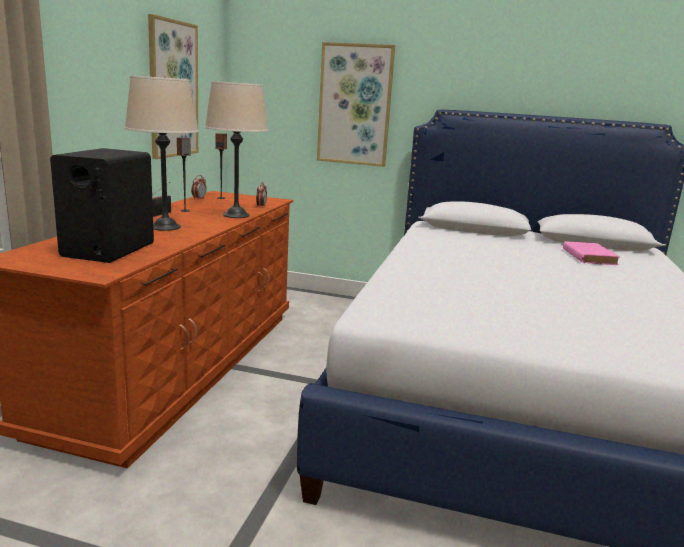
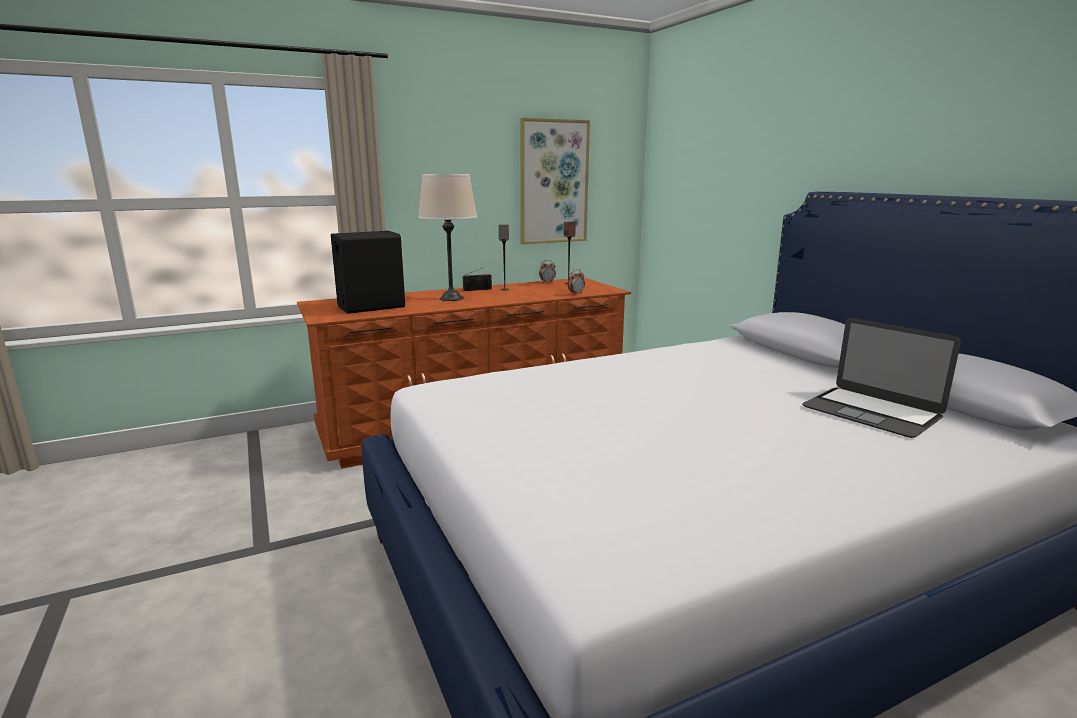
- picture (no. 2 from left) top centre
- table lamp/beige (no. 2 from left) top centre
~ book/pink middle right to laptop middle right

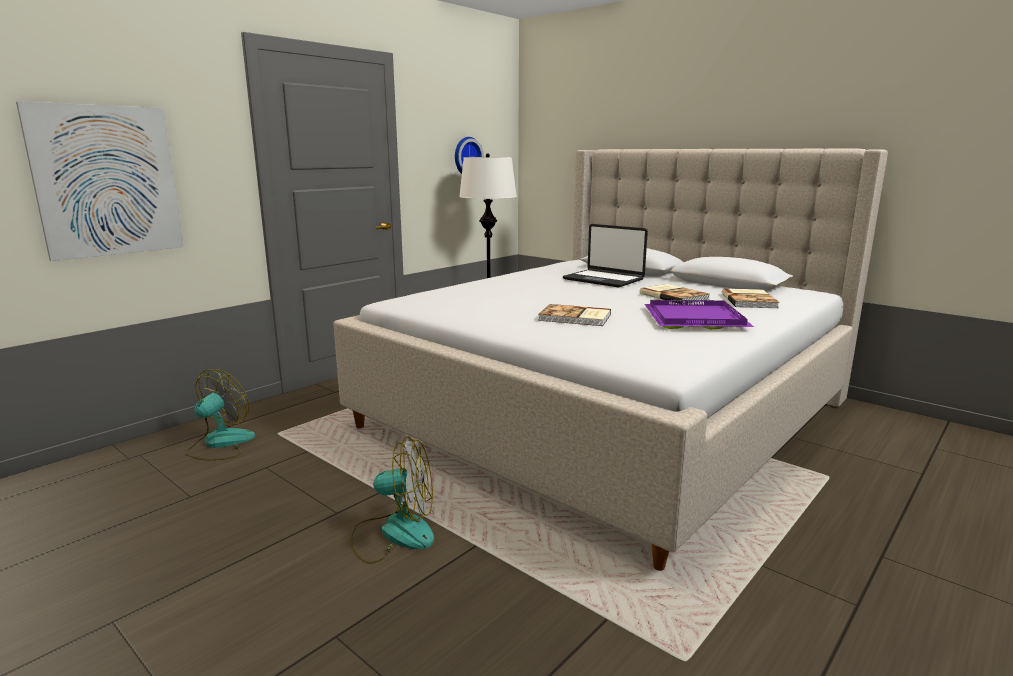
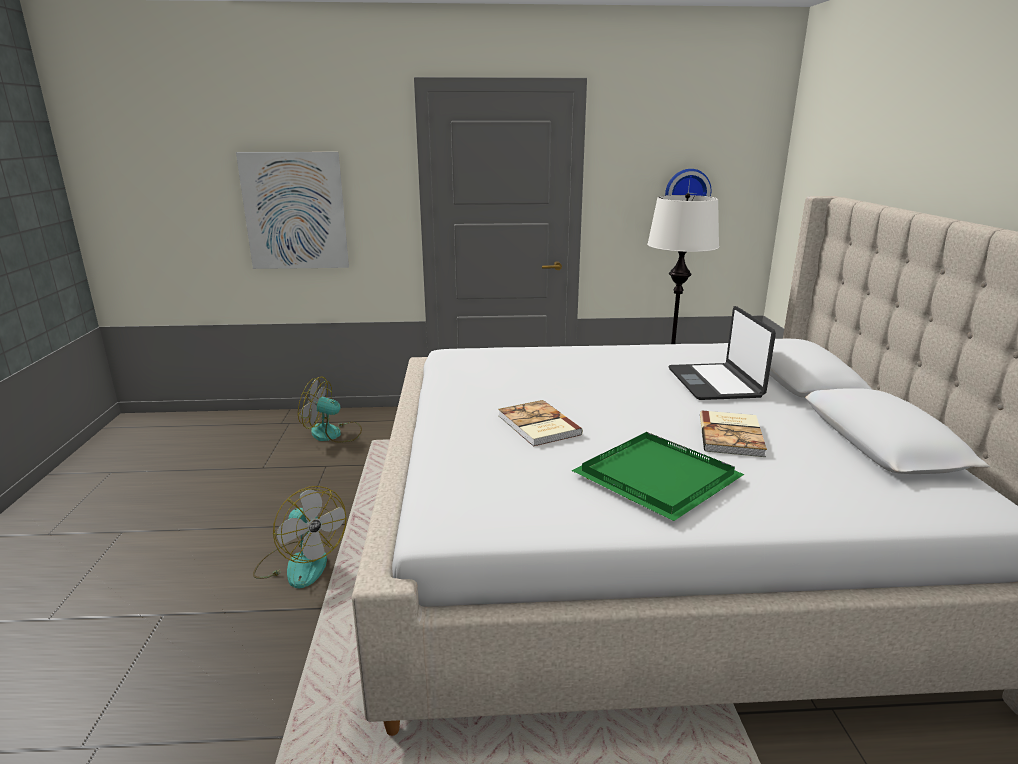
- book (no. 3 from left) middle right
~ tray/purple middle right to tray/green centre
~ fan (no. 1 from left in the first image) middle left = middle left 150 degrees counterclockwise

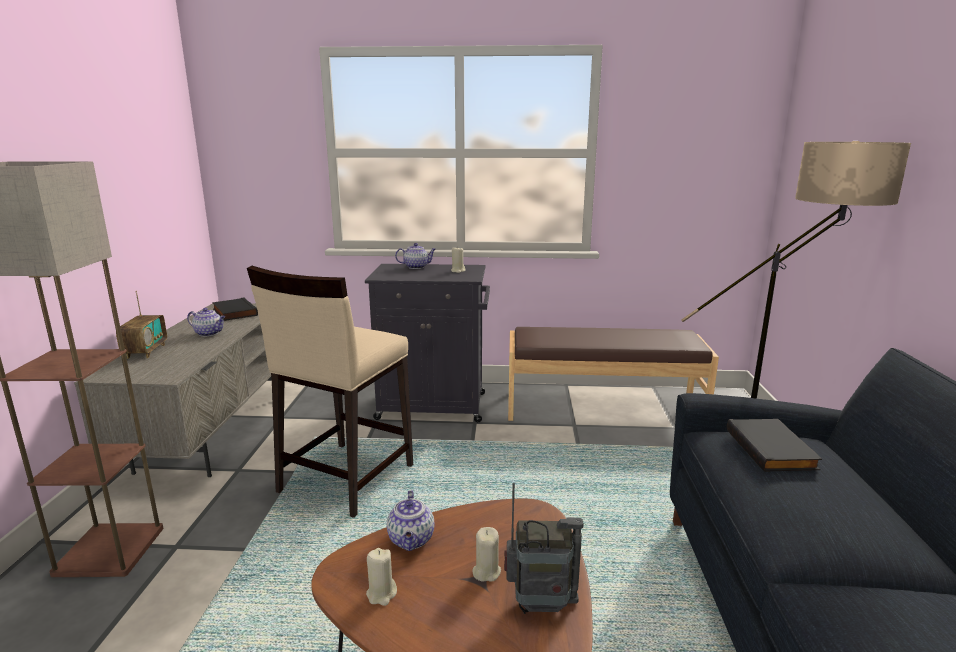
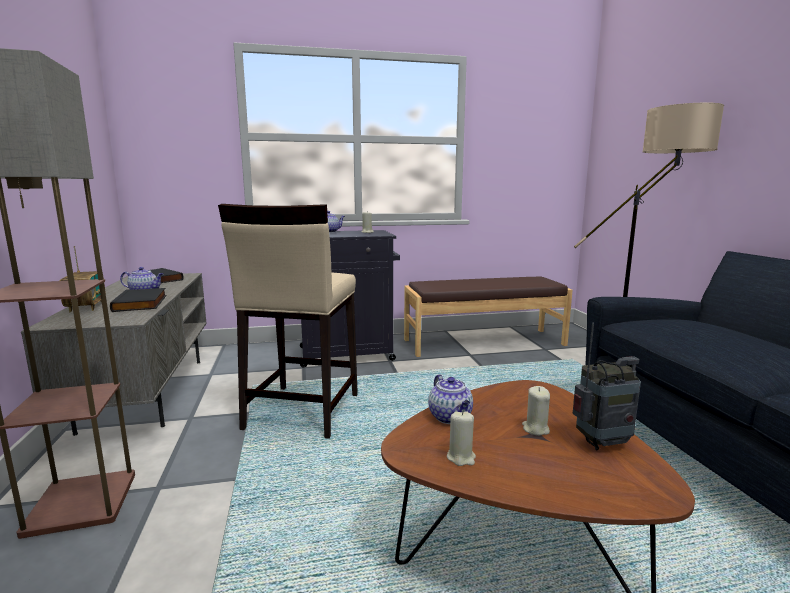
~ book/black (no. 2 from left in the first image) bottom right to book/black (no. 1 from left) middle left

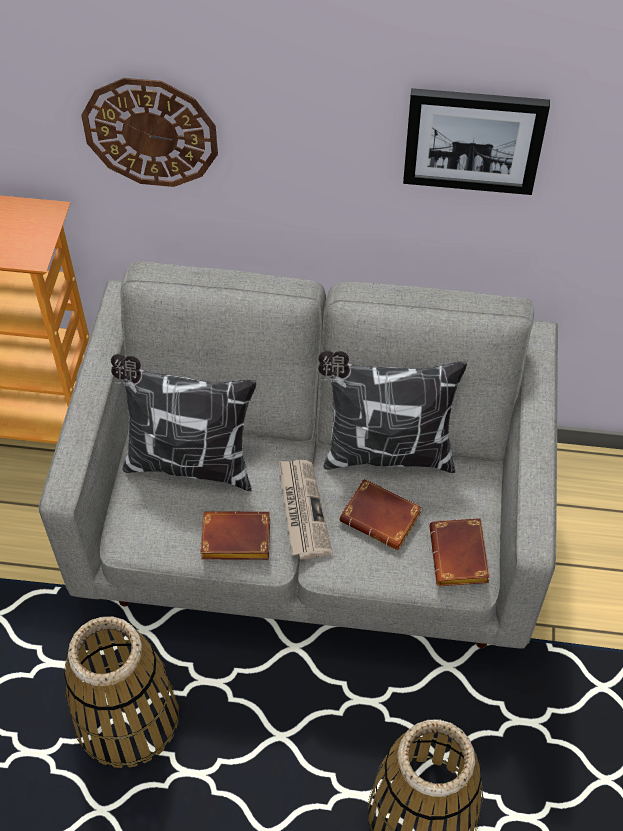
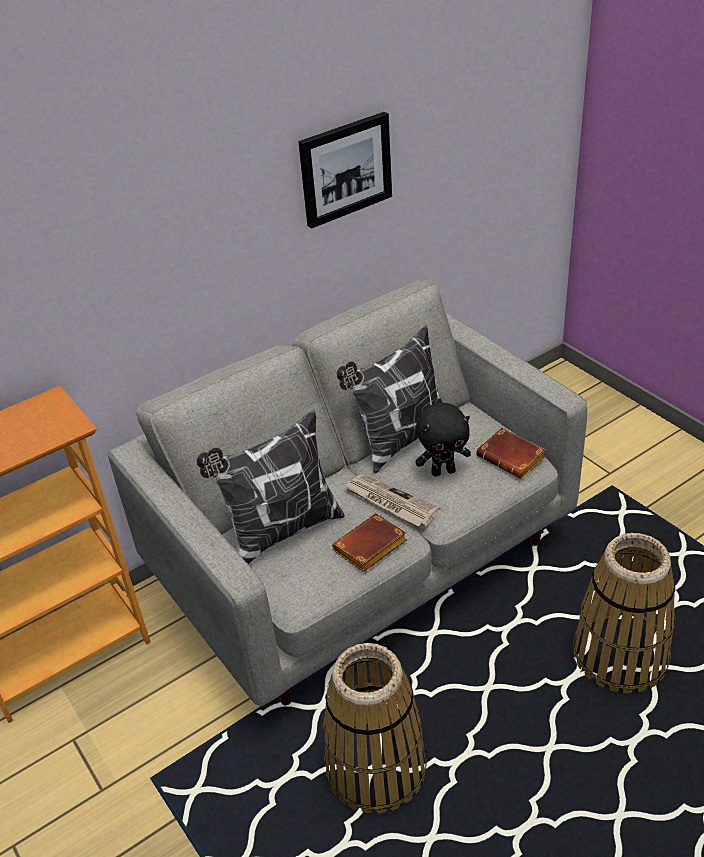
- wall clock top left
~ book/brown (no. 2 from left) centre to plush toy/black centre

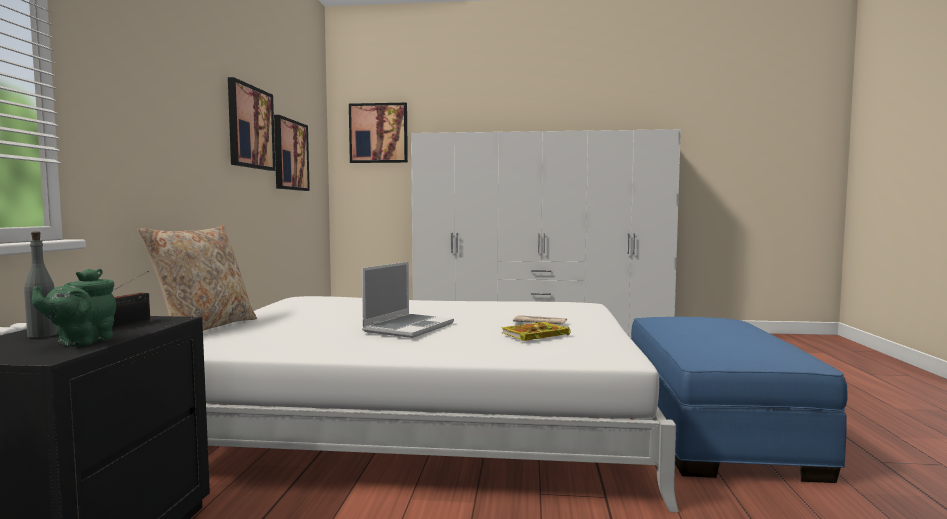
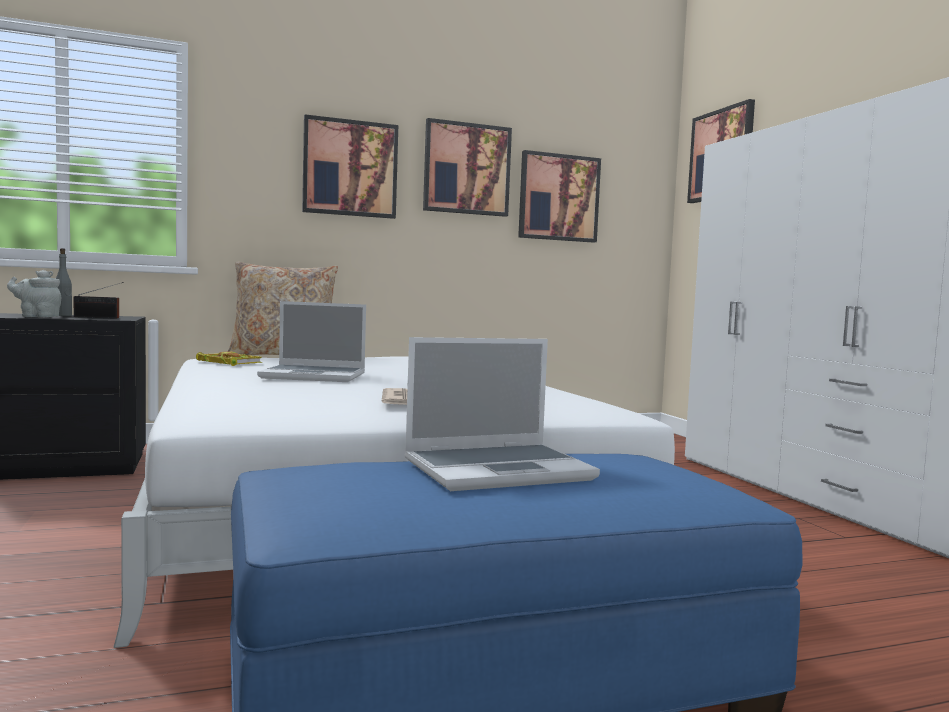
~ teapot/green middle left to teapot/grey middle left
~ book centre to middle left
+ picture (no. 1 from left) top centre
+ laptop (no. 2 from left) centre

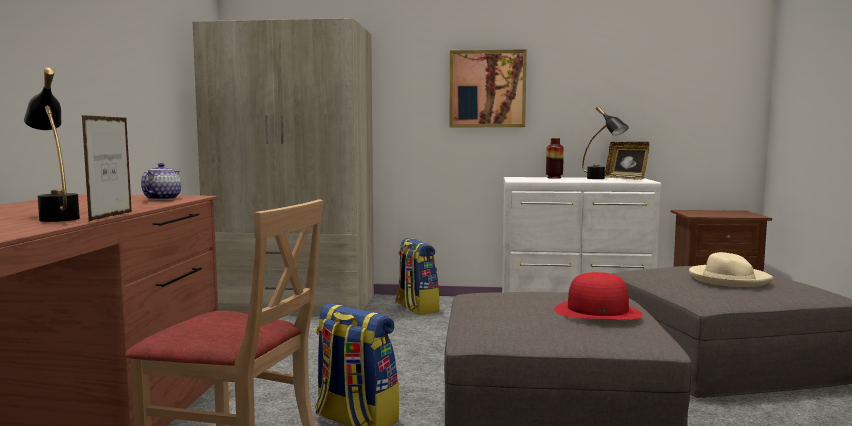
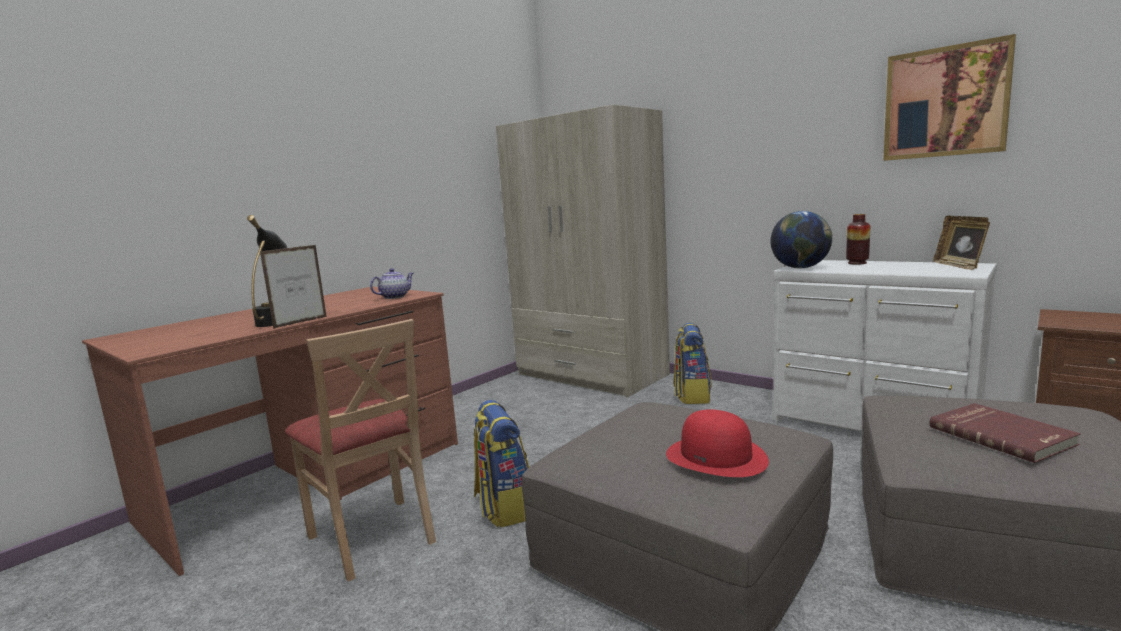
~ picture top centre to top right
- table lamp/black (no. 2 from left) middle right
~ hat/beige middle right to book/red bottom right
+ globe middle right

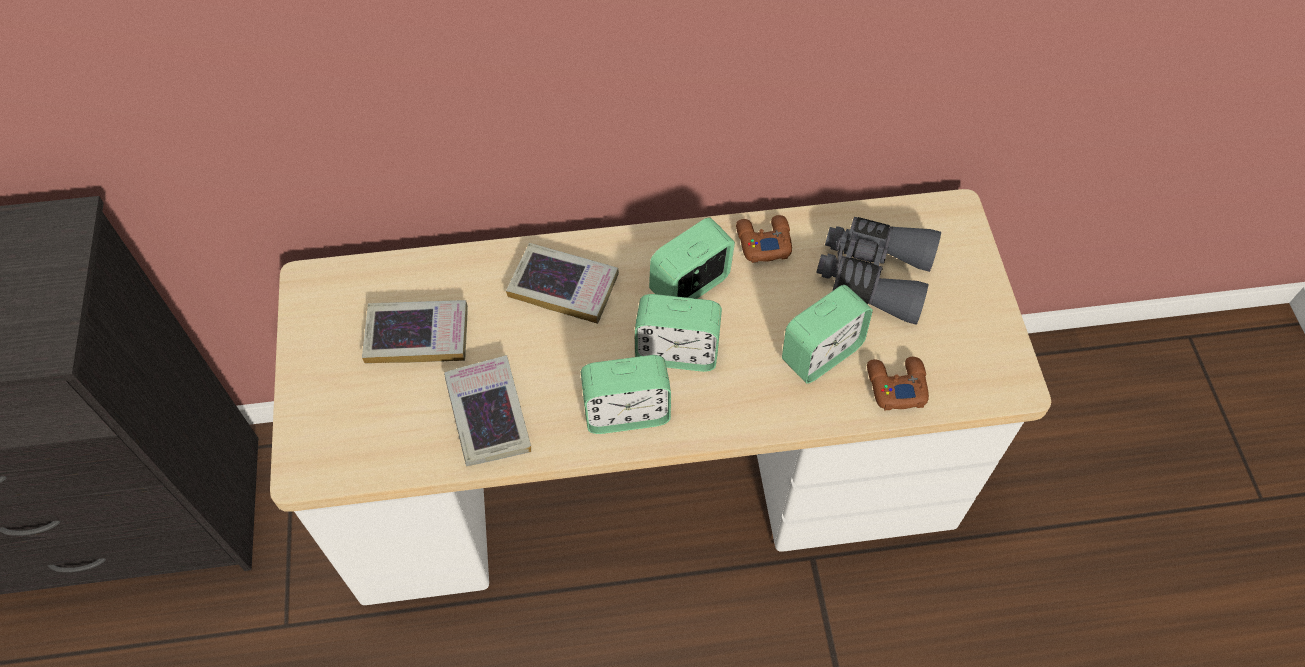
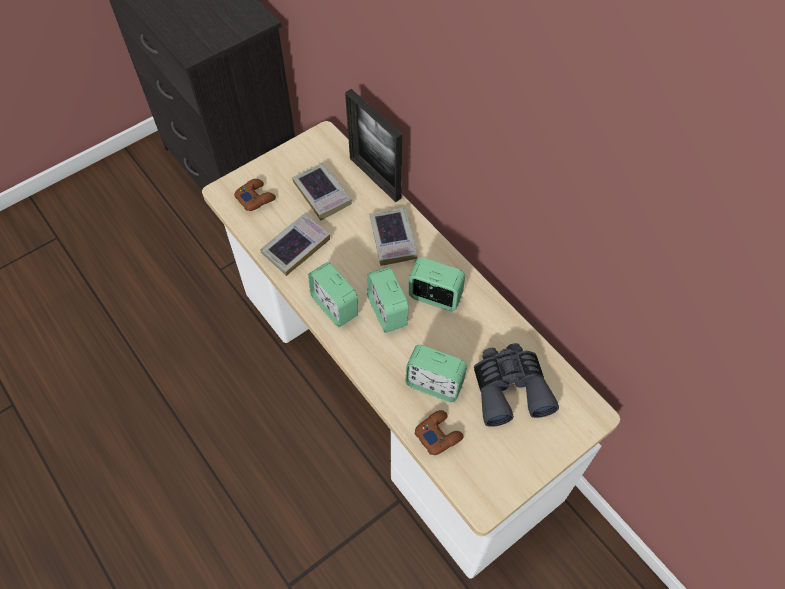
~ game controller/brown (no. 1 from left) centre to top left
+ picture frame top centre

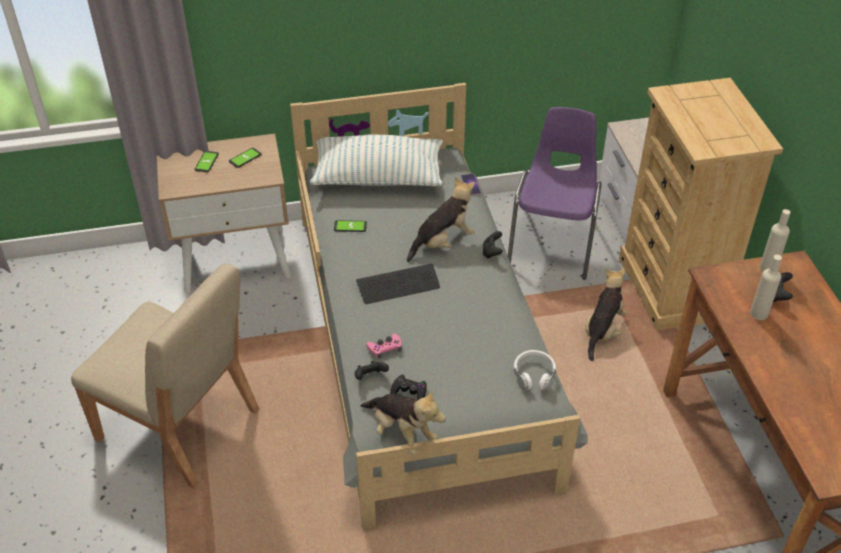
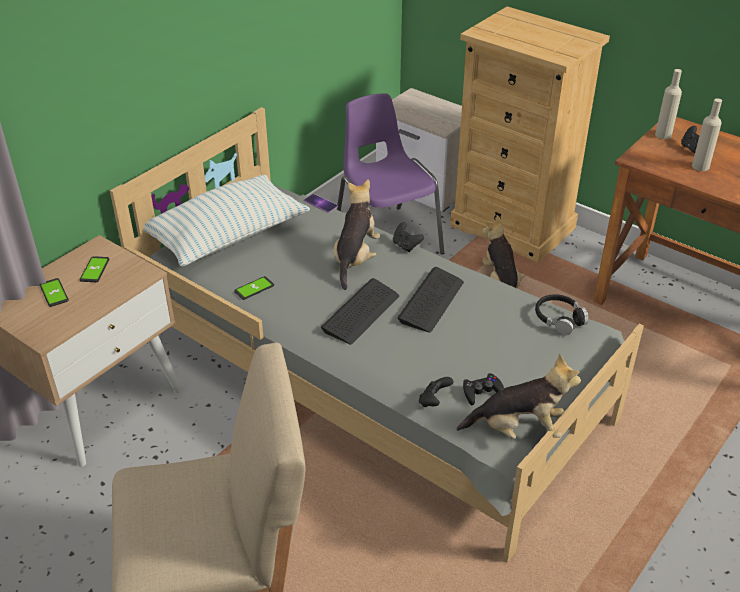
- game controller/pink centre
~ headphones/white bottom centre to headphones/black middle right
+ keyboard (no. 2 from left) centre

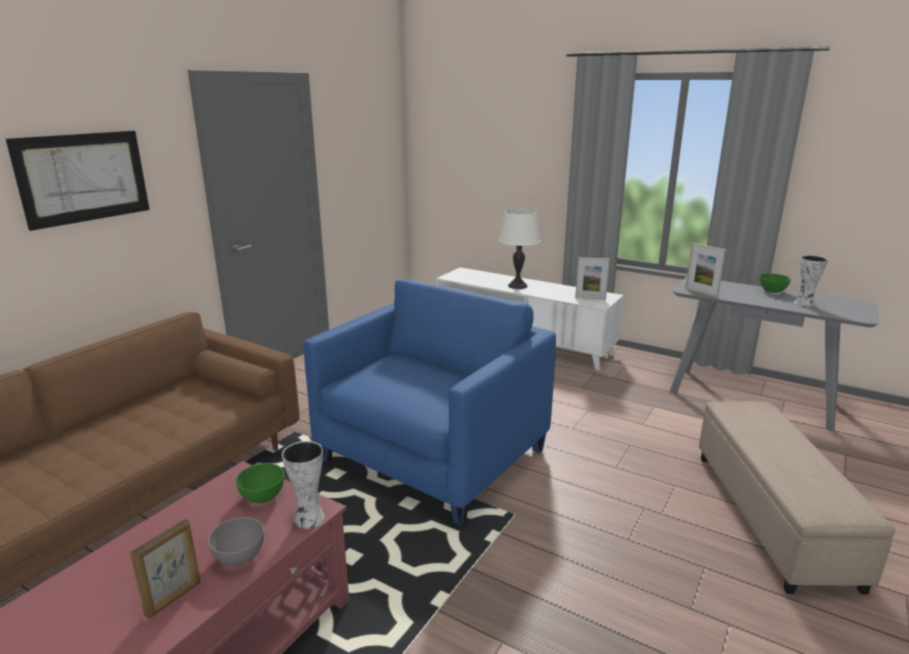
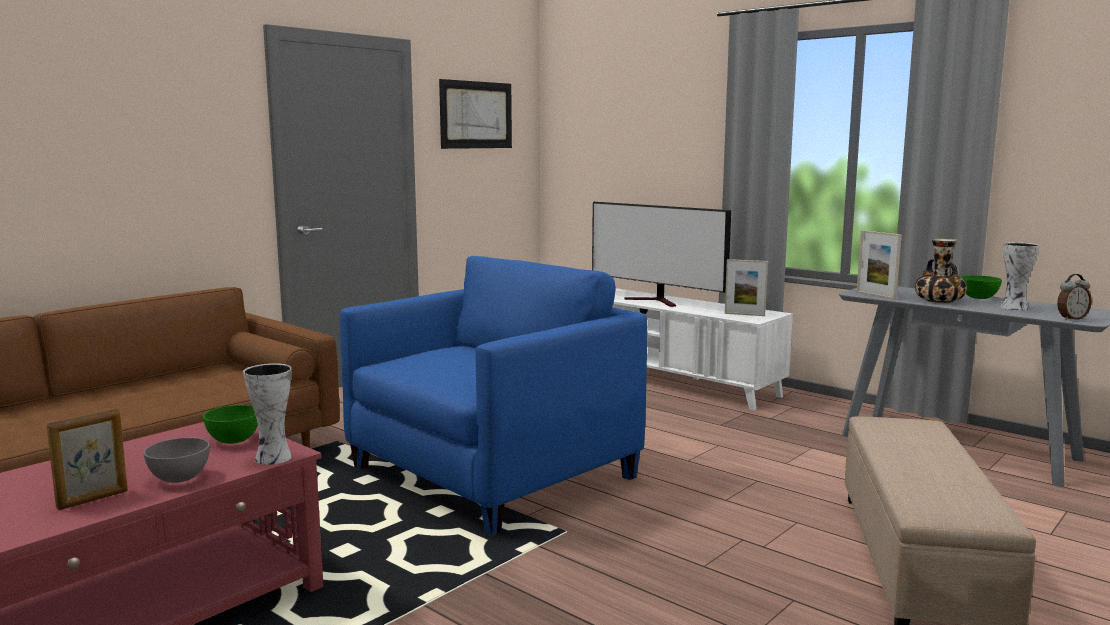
~ picture top left to top centre
~ table lamp/white centre to television centre
+ vase (no. 2 from left) middle right
+ alarm clock middle right

